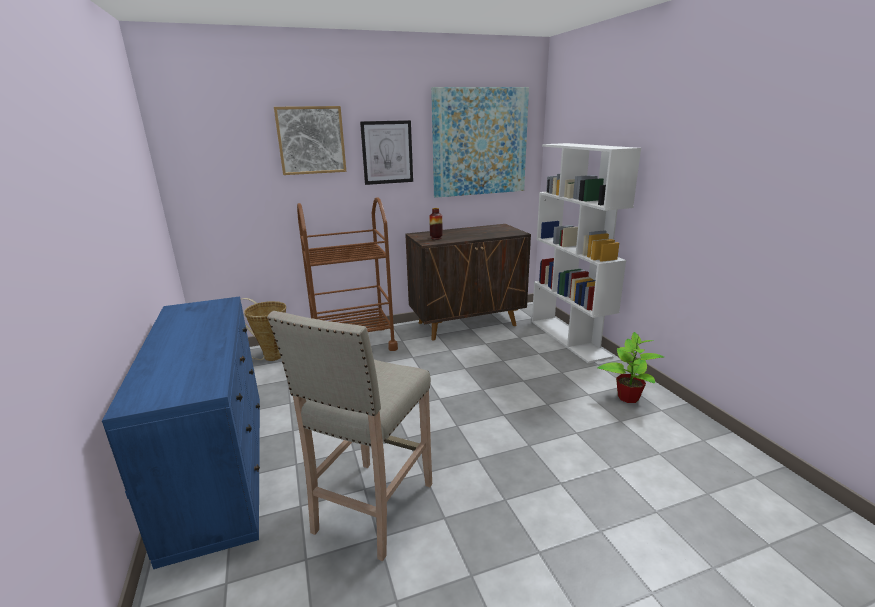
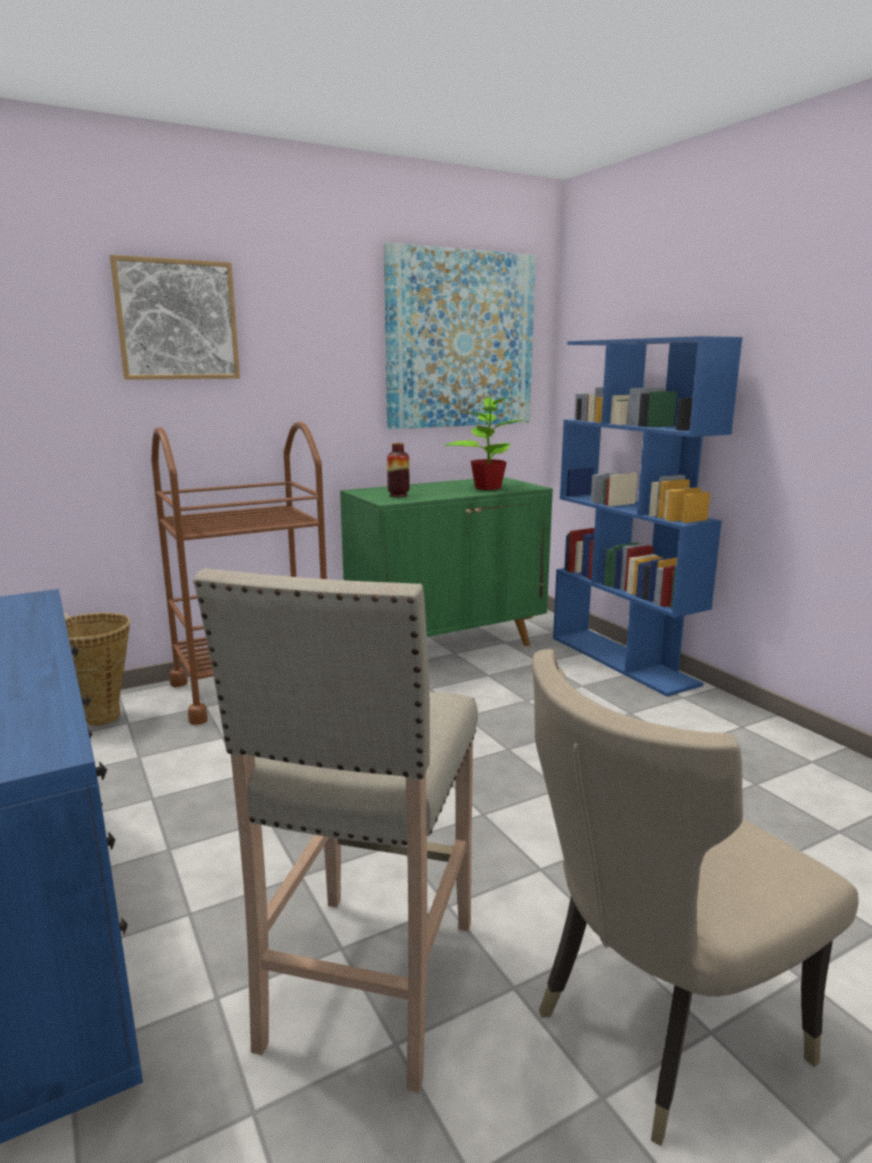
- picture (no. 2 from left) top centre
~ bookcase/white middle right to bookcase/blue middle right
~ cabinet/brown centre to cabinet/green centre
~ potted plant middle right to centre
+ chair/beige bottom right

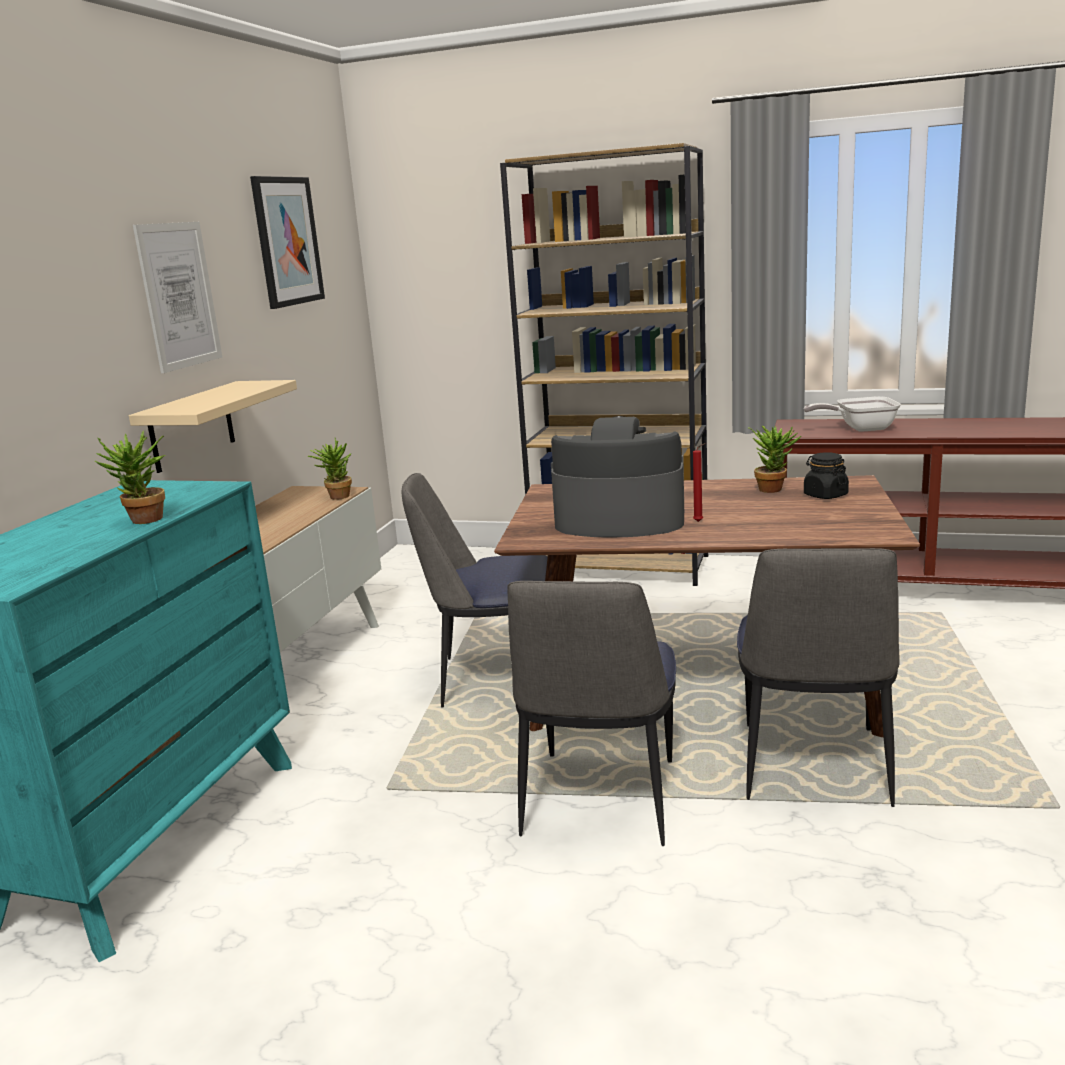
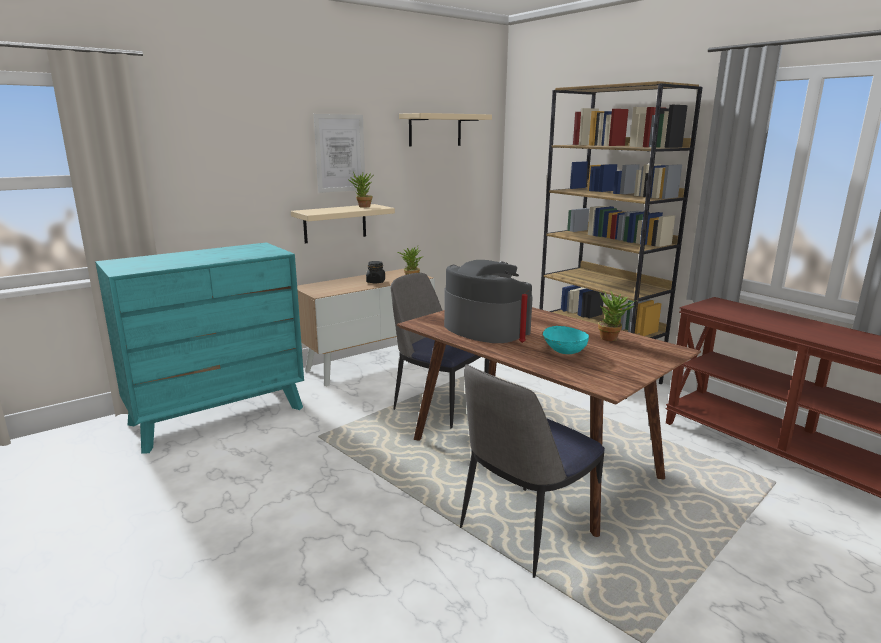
~ picture (no. 2 from left) top left to shelf/beige (no. 2 from left) top centre
- frying pan middle right
~ potted plant (no. 1 from left) middle left to top centre
~ jar/black middle right to centre
- chair (no. 2 from left) bottom centre
+ bowl/turquoise centre

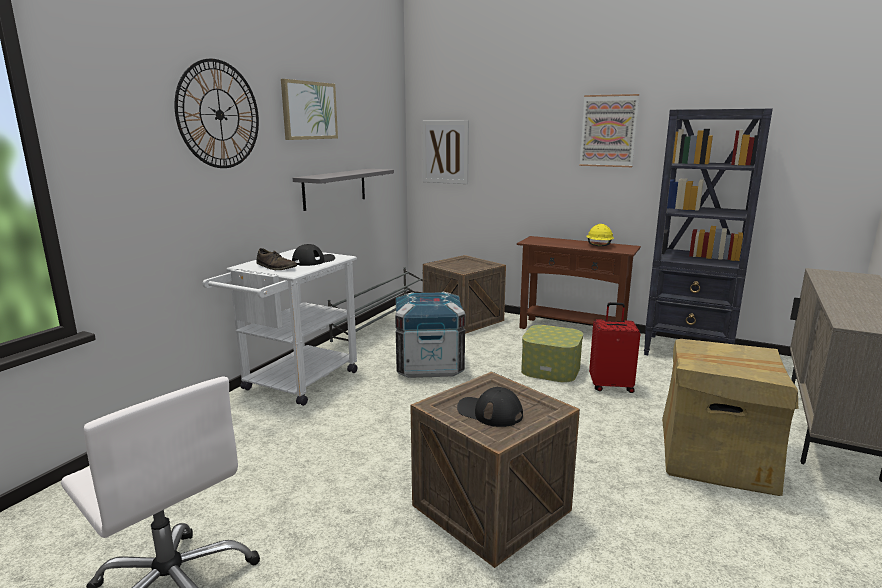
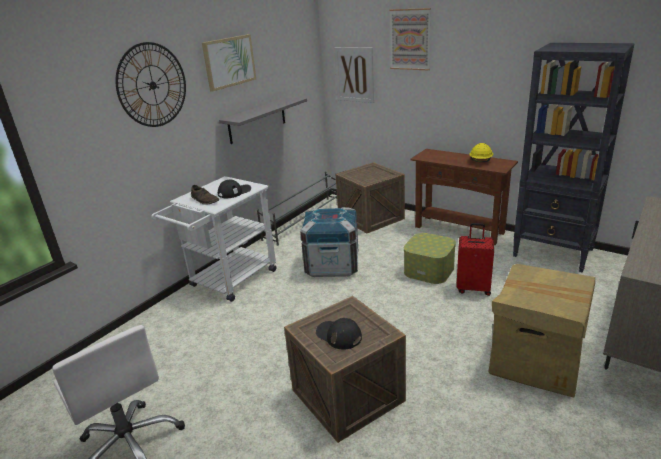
~ picture (no. 3 from left) top right to top centre

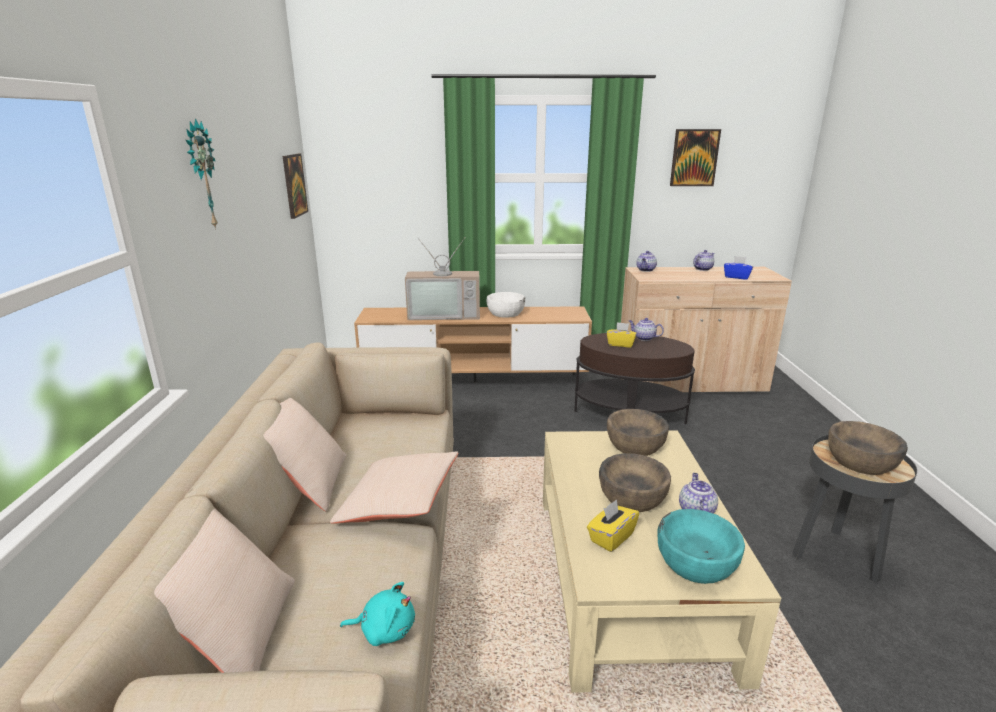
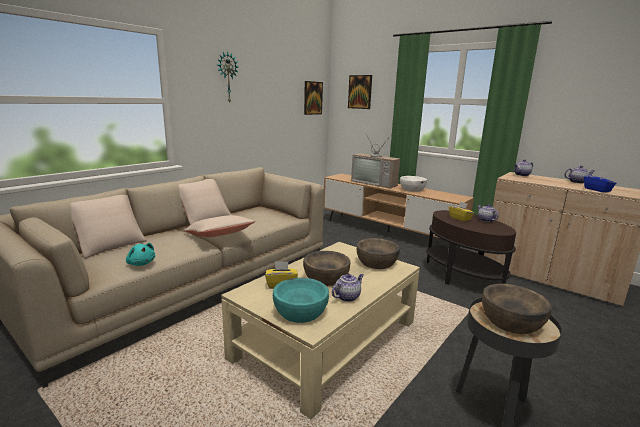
~ picture (no. 2 from left) top right to top centre

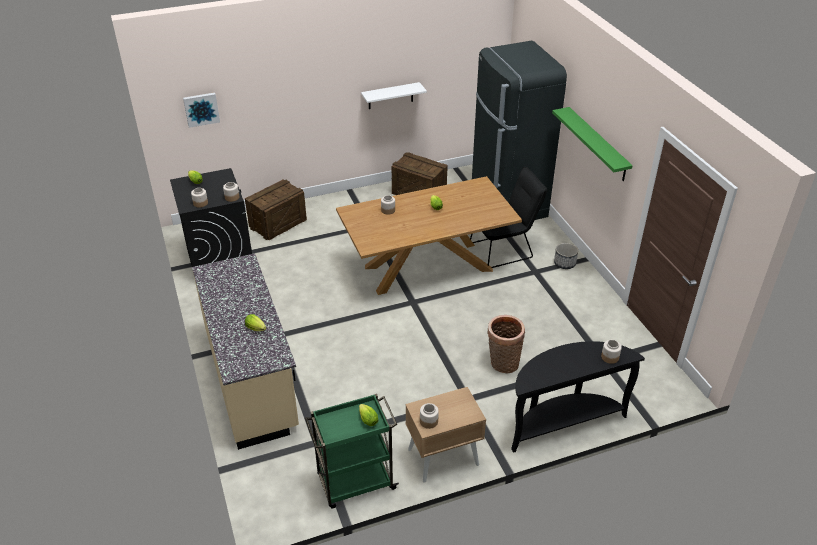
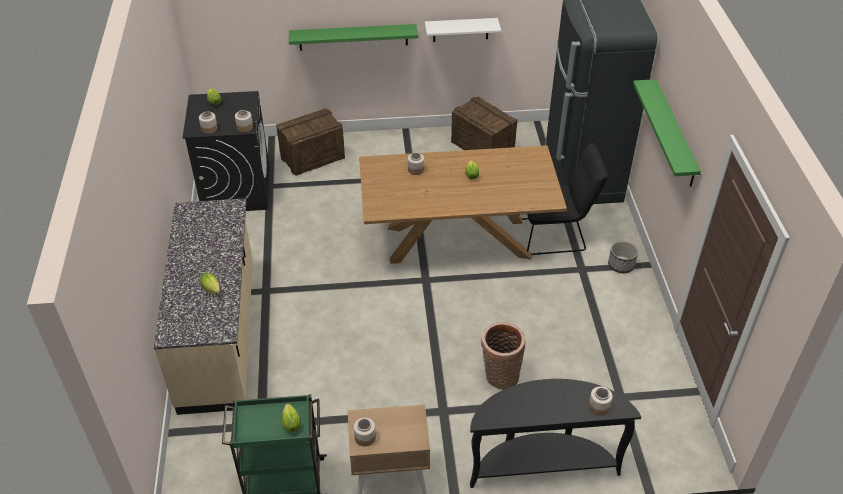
- picture top left
+ shelf/green (no. 1 from left) top centre

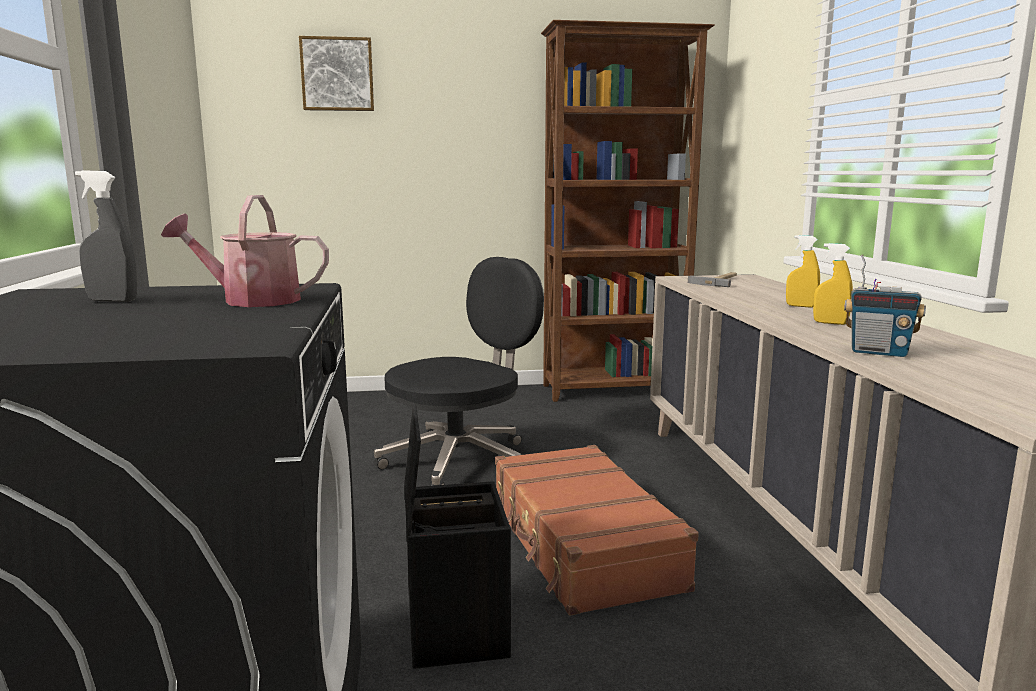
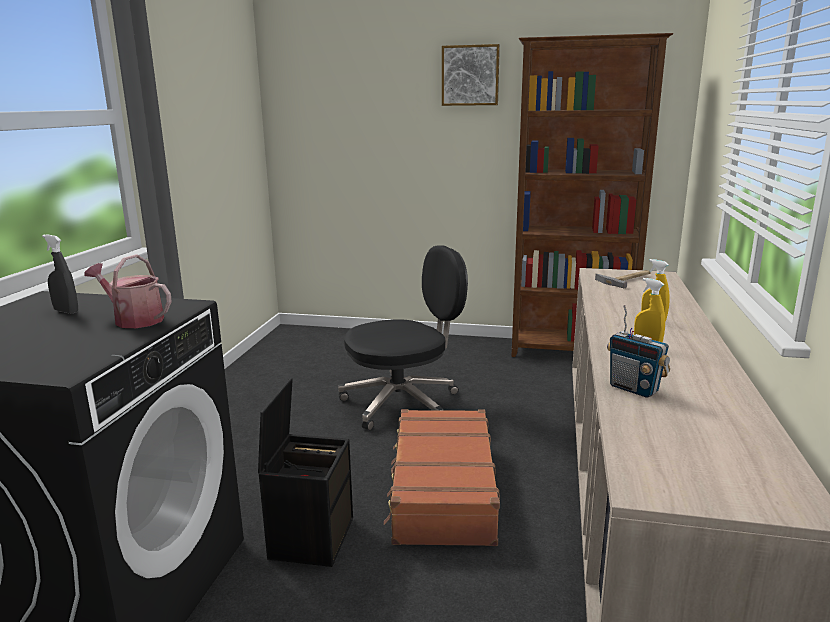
~ picture top left to top centre

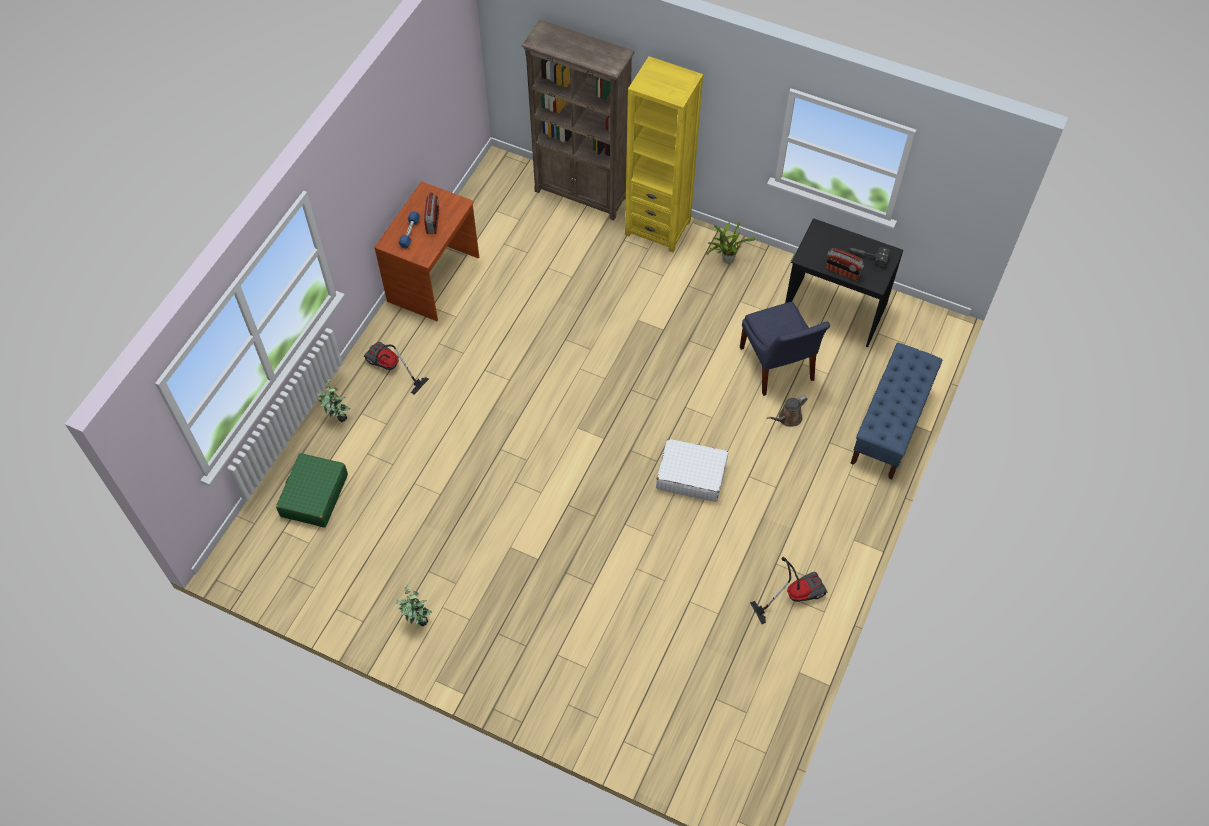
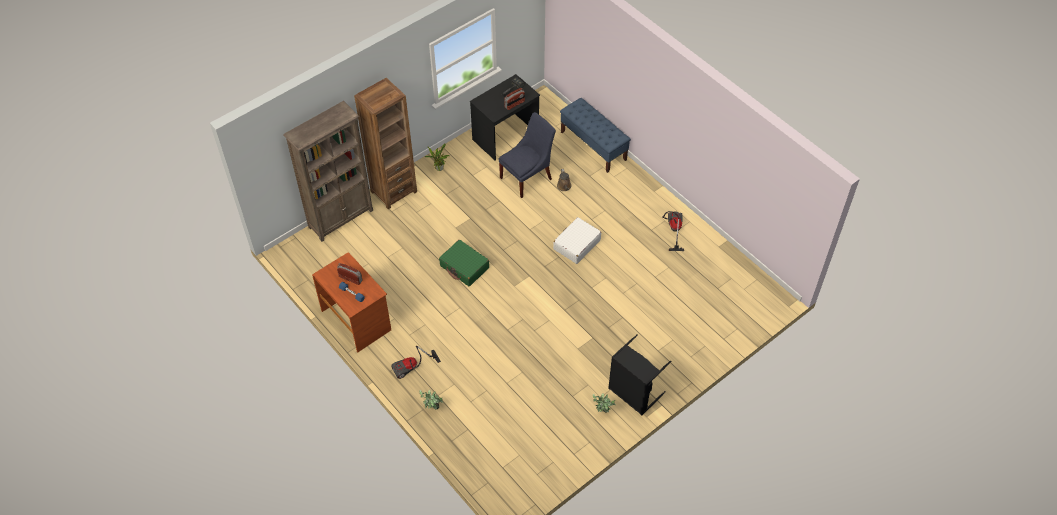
~ bookcase/yellow top centre to bookcase/brown (no. 2 from left) top centre
~ chair/blue centre = top centre 45 degrees counterclockwise
~ suitcase/green middle left to centre
+ laundry basket/black bottom centre

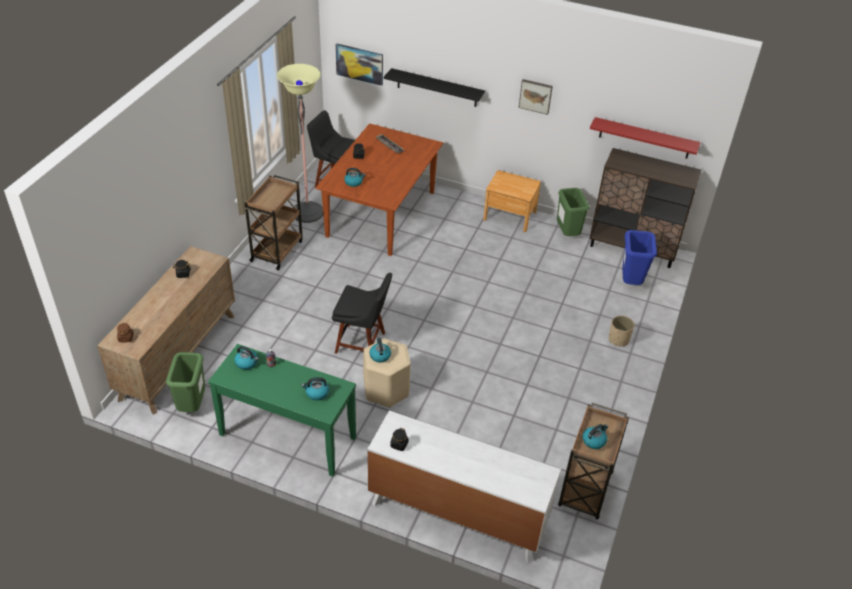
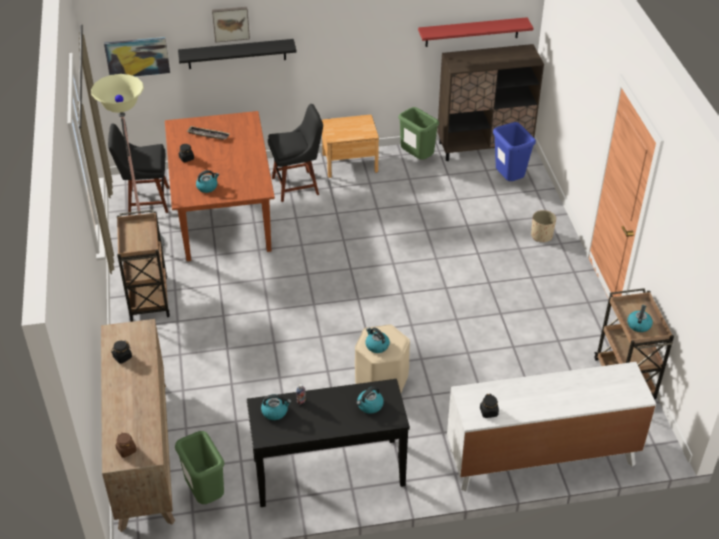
~ picture (no. 2 from left) top centre to top left
~ chair/black (no. 2 from left) centre to top centre
~ console table/green bottom left to console table/black bottom centre

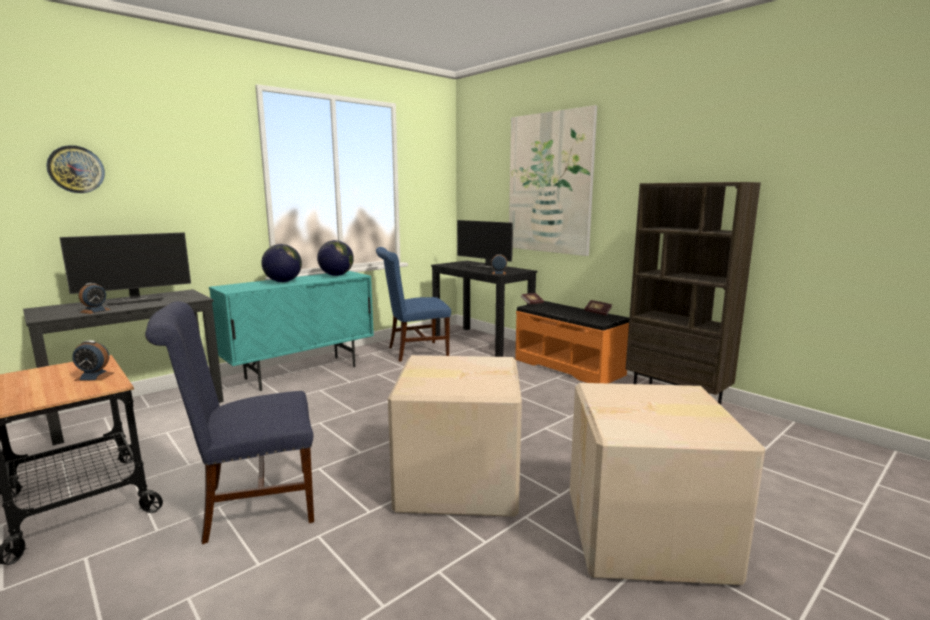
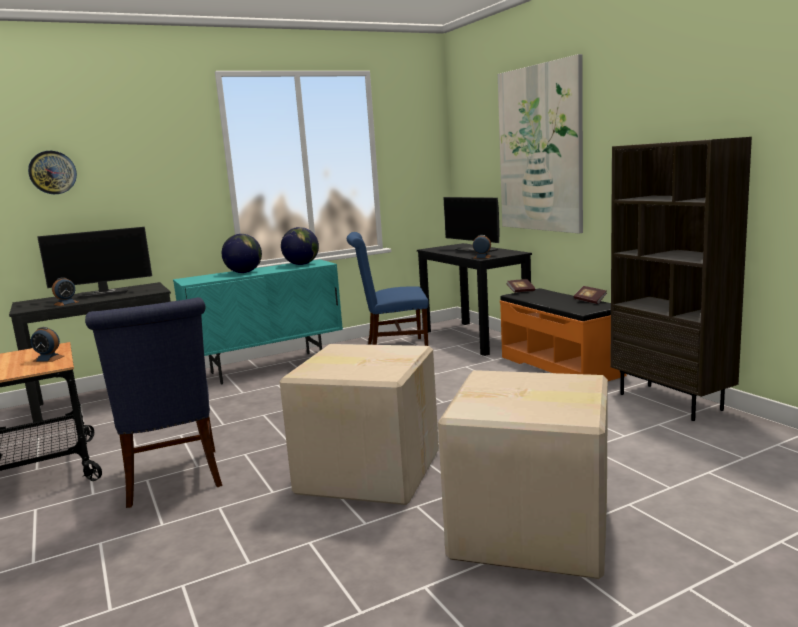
~ chair/blue (no. 1 from left) bottom left = middle left 105 degrees counterclockwise

